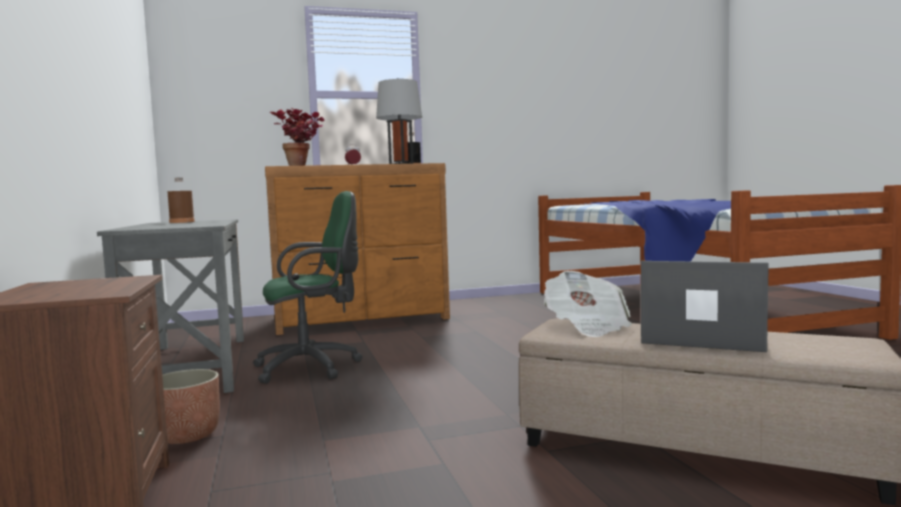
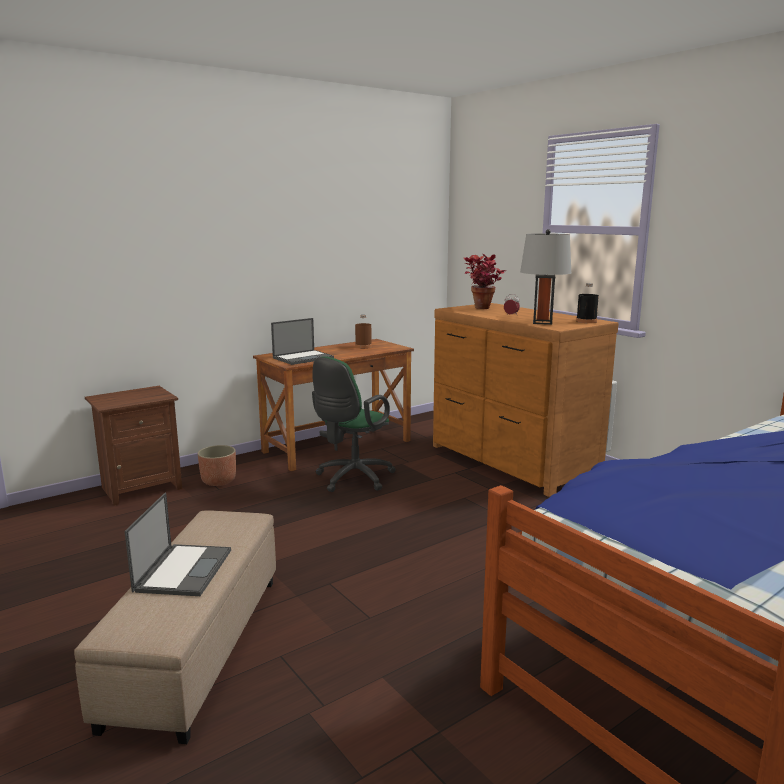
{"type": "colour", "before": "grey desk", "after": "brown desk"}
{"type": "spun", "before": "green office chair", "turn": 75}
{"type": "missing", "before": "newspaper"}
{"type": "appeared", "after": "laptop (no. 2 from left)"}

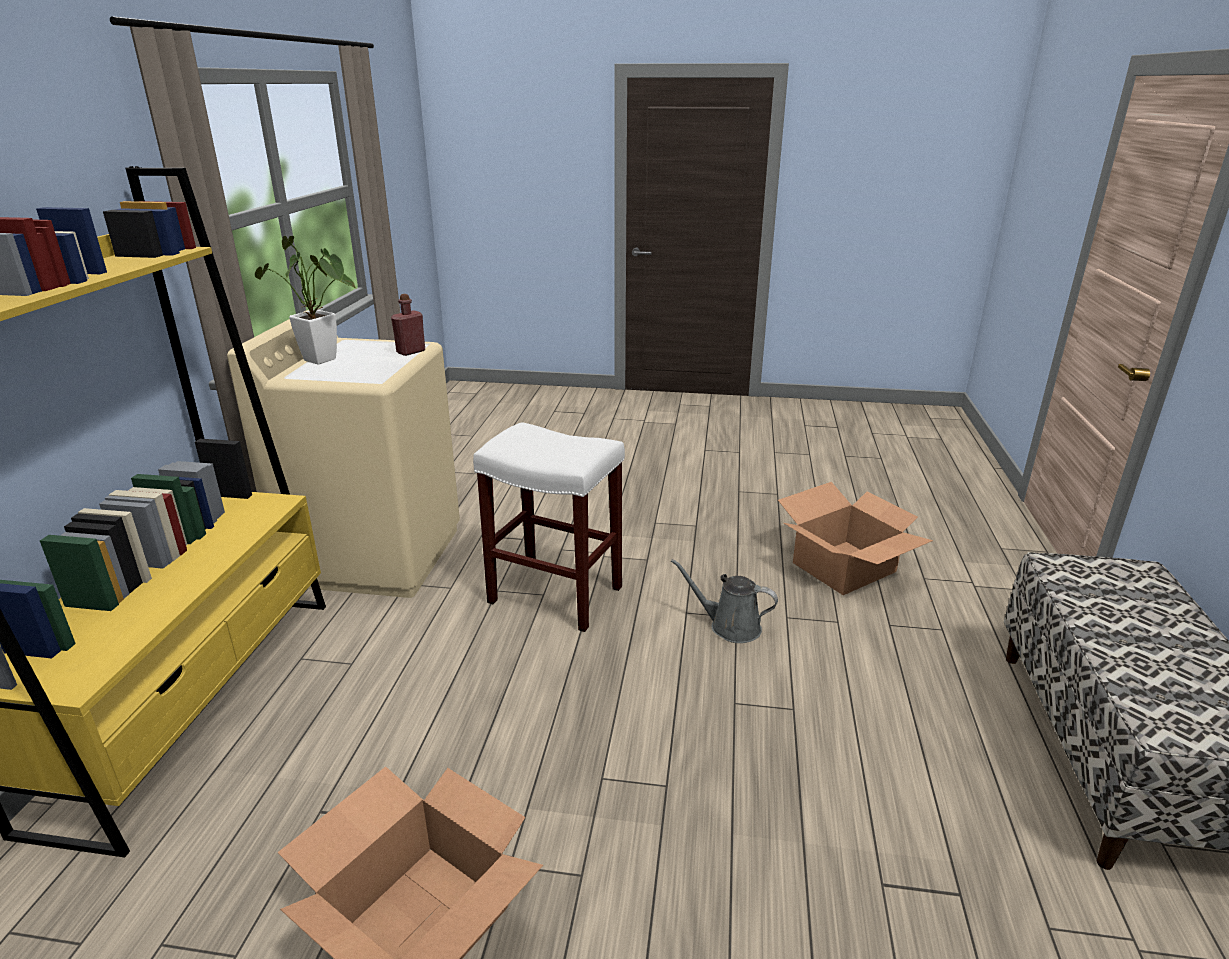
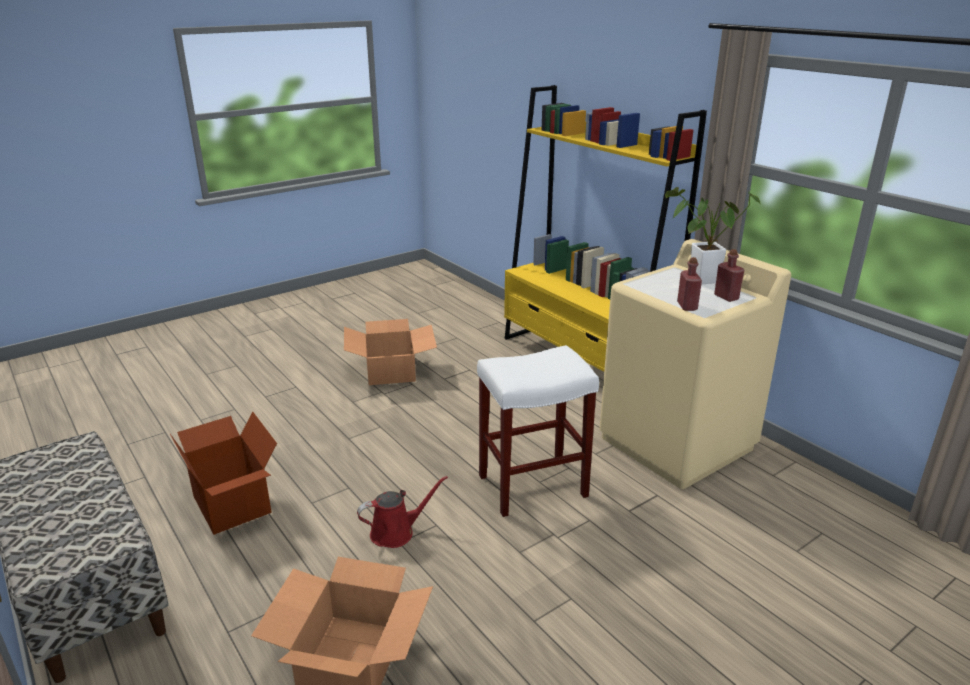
{"type": "colour", "before": "grey watering can", "after": "red watering can"}
{"type": "appeared", "after": "cardboard box (no. 1 from left)"}
{"type": "appeared", "after": "red bottle (no. 2 from left)"}

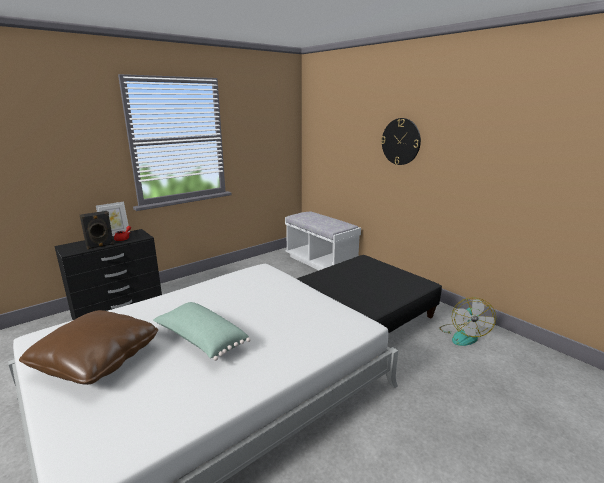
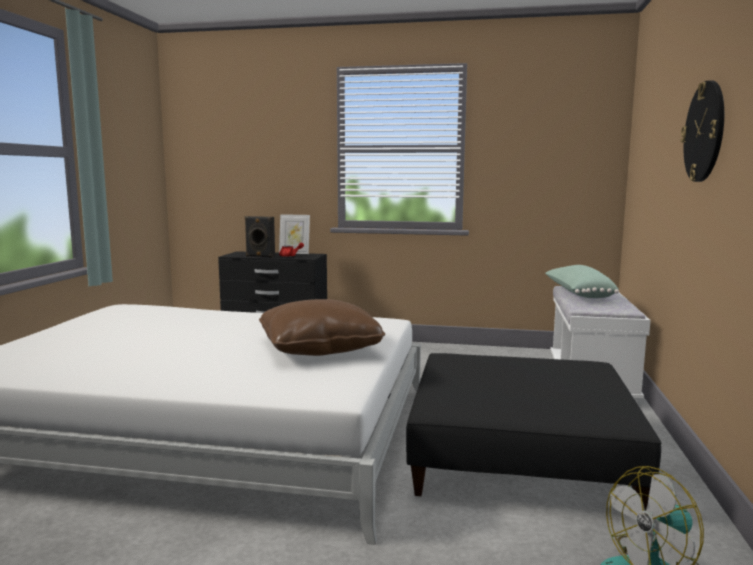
{"type": "relocated", "before": "brown pillow"}
{"type": "relocated", "before": "green pillow"}

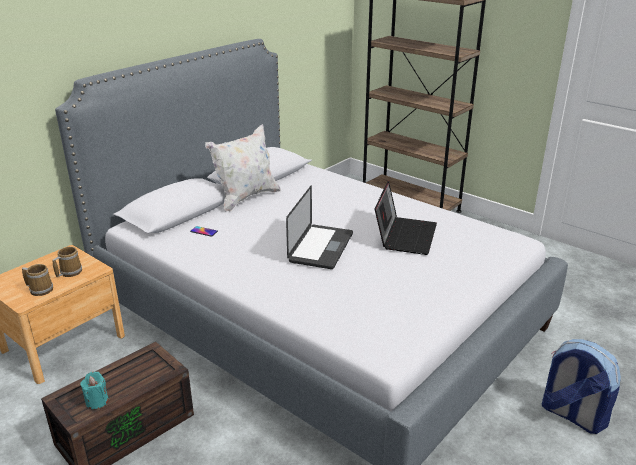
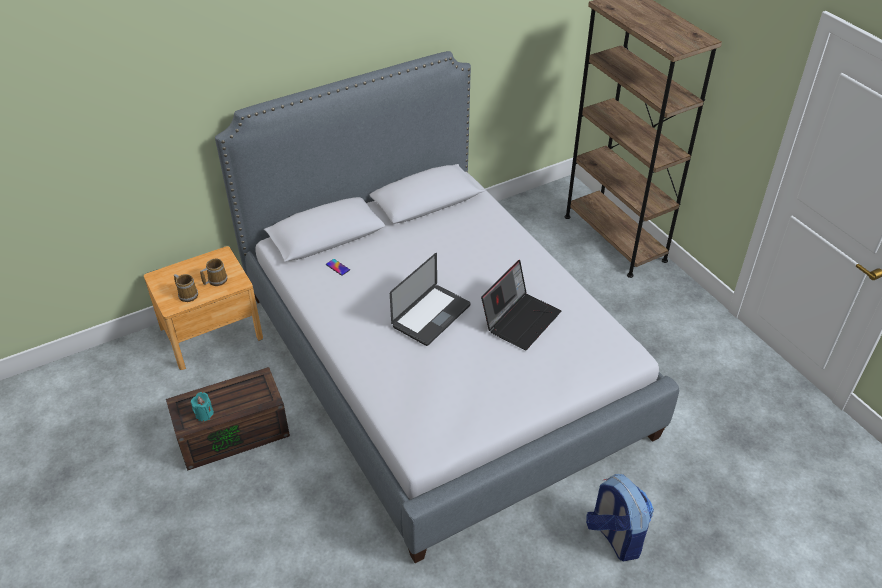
{"type": "missing", "before": "white pillow"}

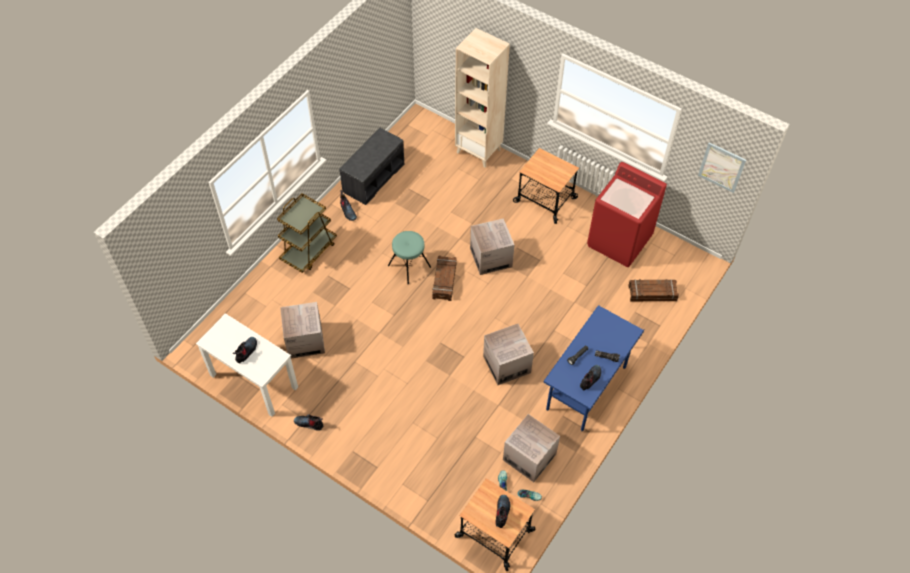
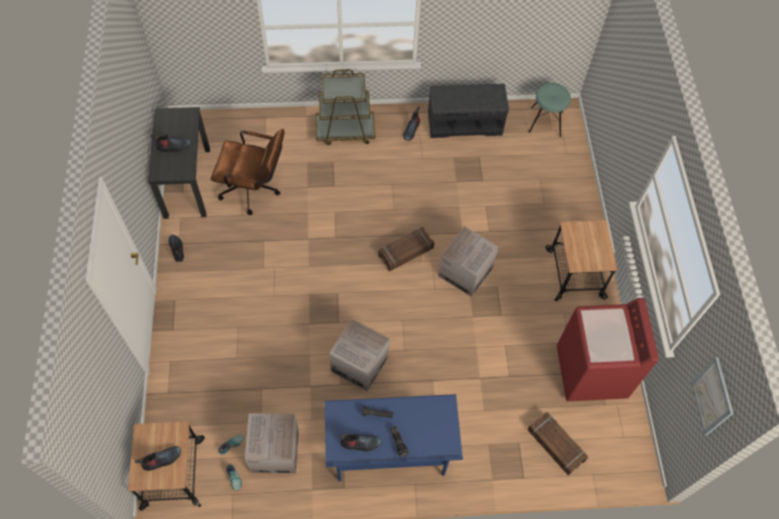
{"type": "colour", "before": "white desk", "after": "black desk"}
{"type": "exchanged", "before": "cardboard box (no. 1 from left)", "after": "brown office chair"}
{"type": "relocated", "before": "turquoise stool"}
{"type": "missing", "before": "beige bookcase"}

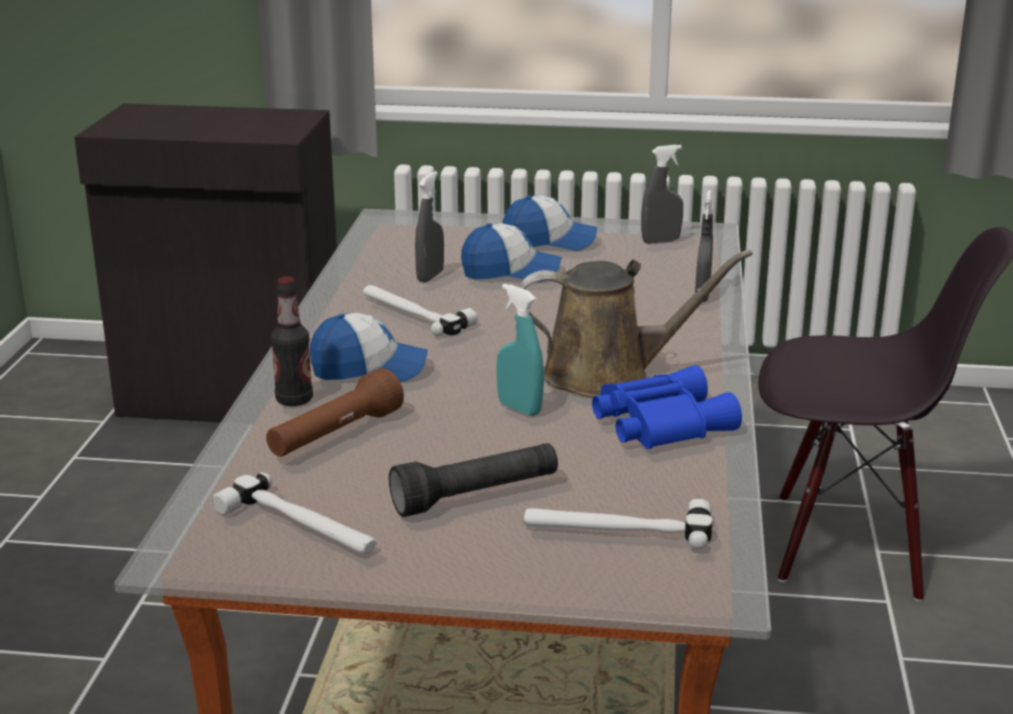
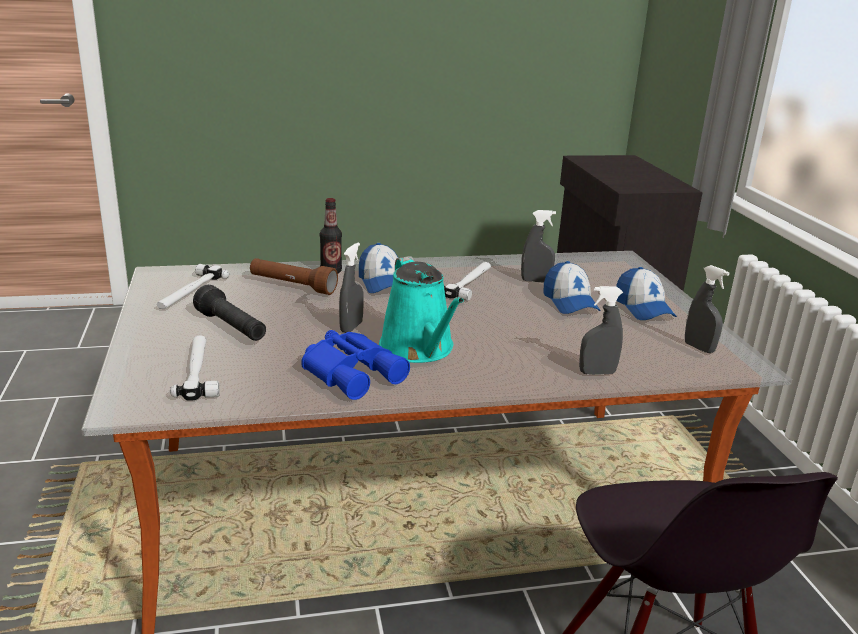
{"type": "colour", "before": "turquoise spray bottle", "after": "grey spray bottle (no. 1 from left)"}
{"type": "colour", "before": "brown watering can", "after": "turquoise watering can"}

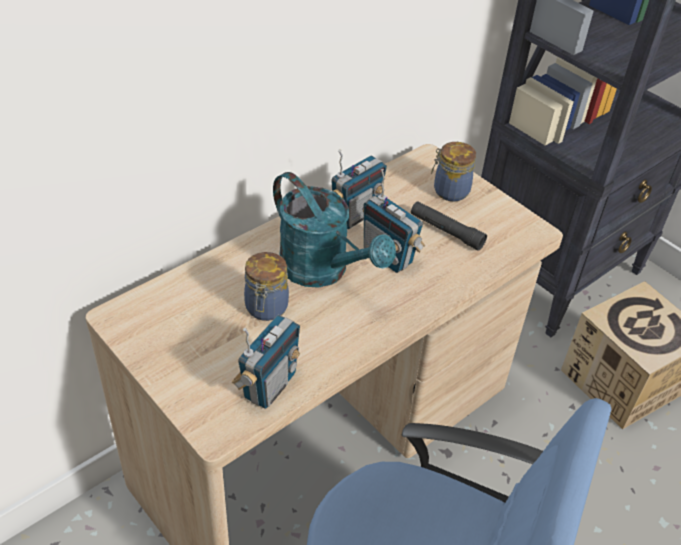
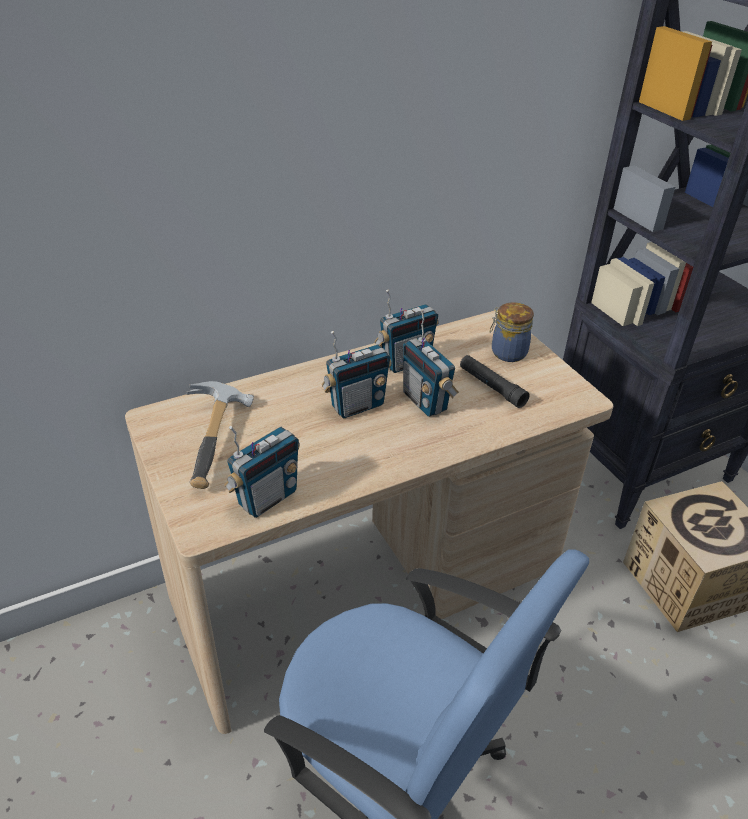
{"type": "missing", "before": "jar (no. 1 from left)"}
{"type": "exchanged", "before": "turquoise watering can", "after": "radio (no. 2 from left)"}
{"type": "appeared", "after": "hammer"}

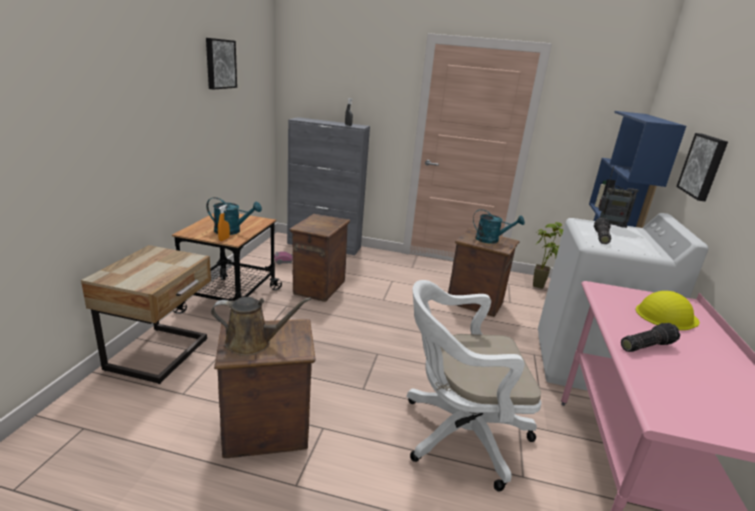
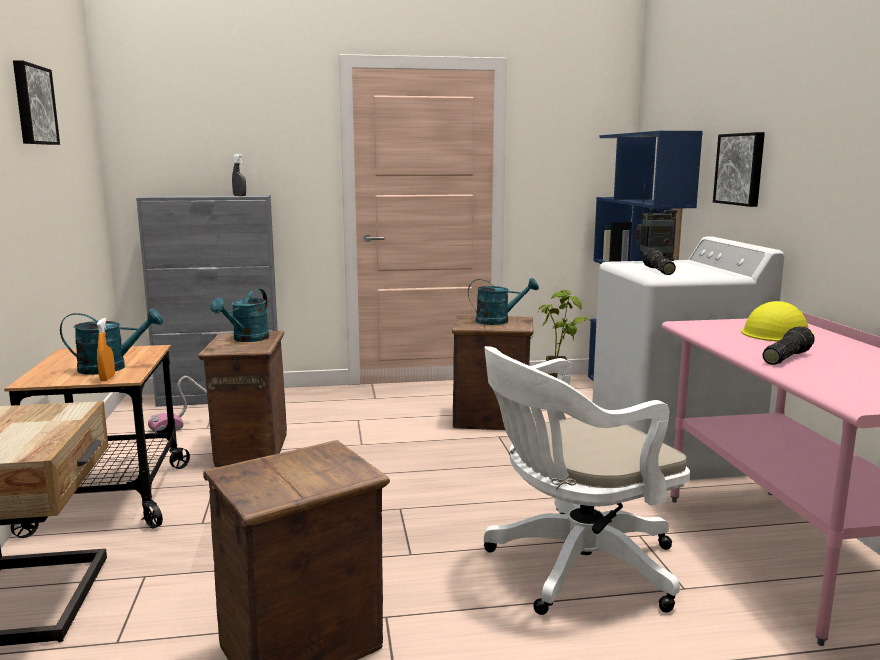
{"type": "missing", "before": "brown watering can"}
{"type": "appeared", "after": "turquoise watering can (no. 2 from left)"}

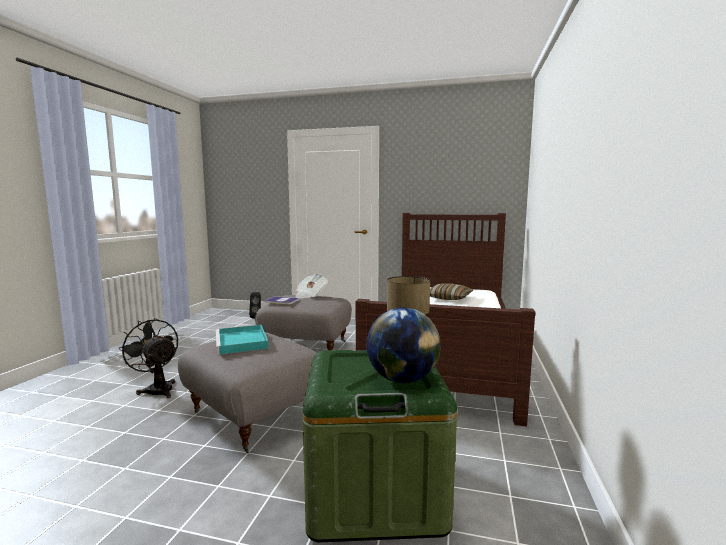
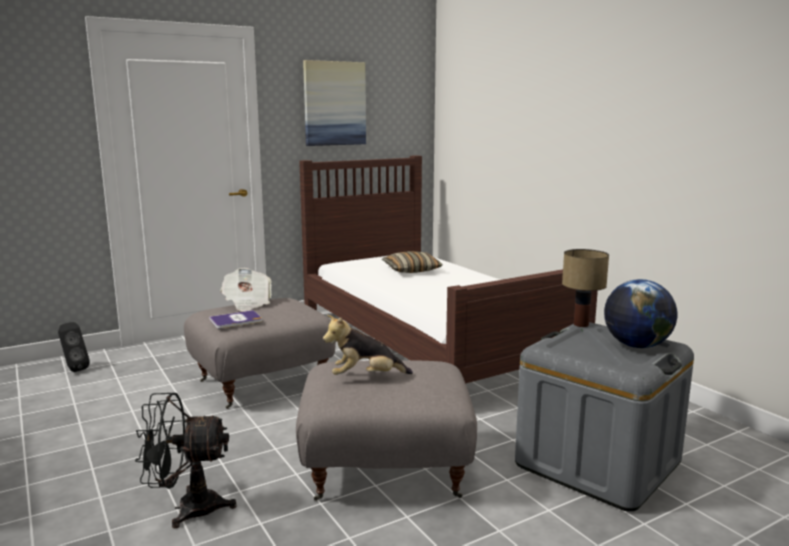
{"type": "exchanged", "before": "turquoise tray", "after": "plush toy"}
{"type": "colour", "before": "green storage box", "after": "grey storage box"}
{"type": "appeared", "after": "picture"}

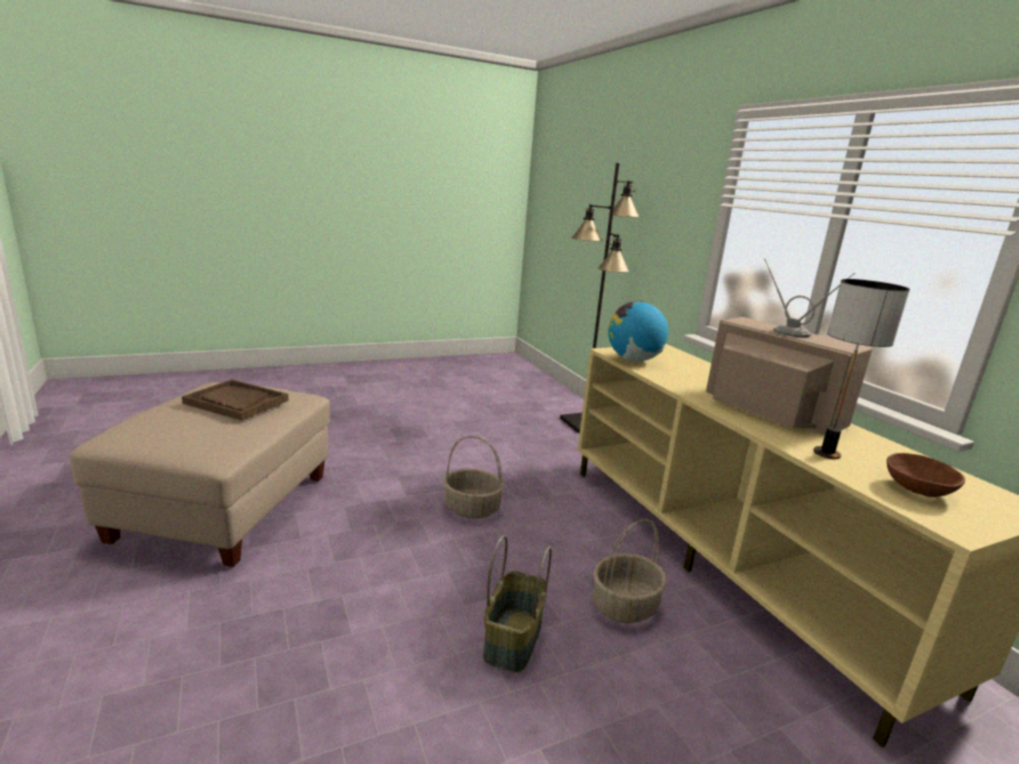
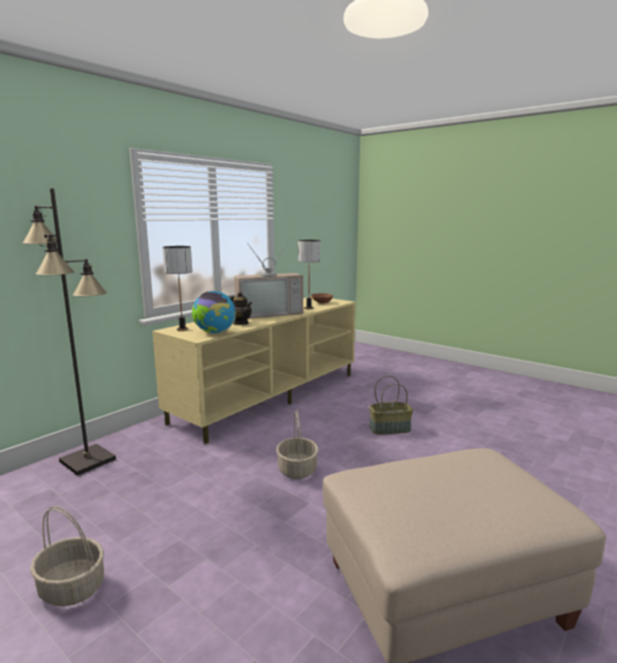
{"type": "missing", "before": "brown tray"}
{"type": "relocated", "before": "basket (no. 3 from left in the first image)", "after": "basket (no. 1 from left)"}
{"type": "spun", "before": "television", "turn": -135}
{"type": "appeared", "after": "table lamp (no. 1 from left)"}
{"type": "appeared", "after": "teapot"}

